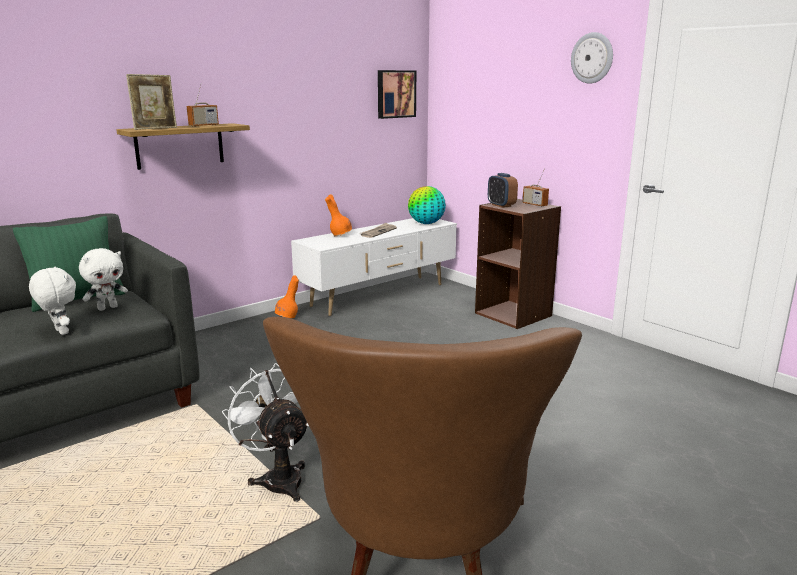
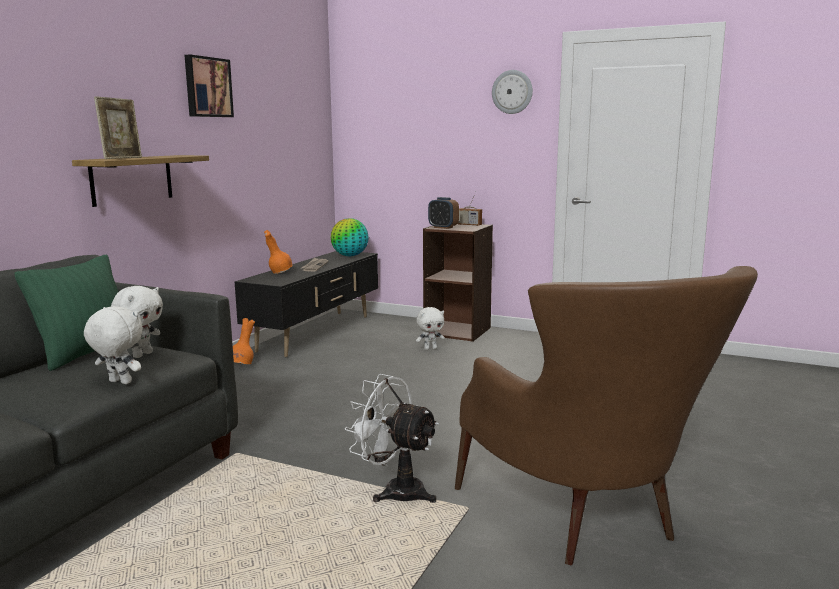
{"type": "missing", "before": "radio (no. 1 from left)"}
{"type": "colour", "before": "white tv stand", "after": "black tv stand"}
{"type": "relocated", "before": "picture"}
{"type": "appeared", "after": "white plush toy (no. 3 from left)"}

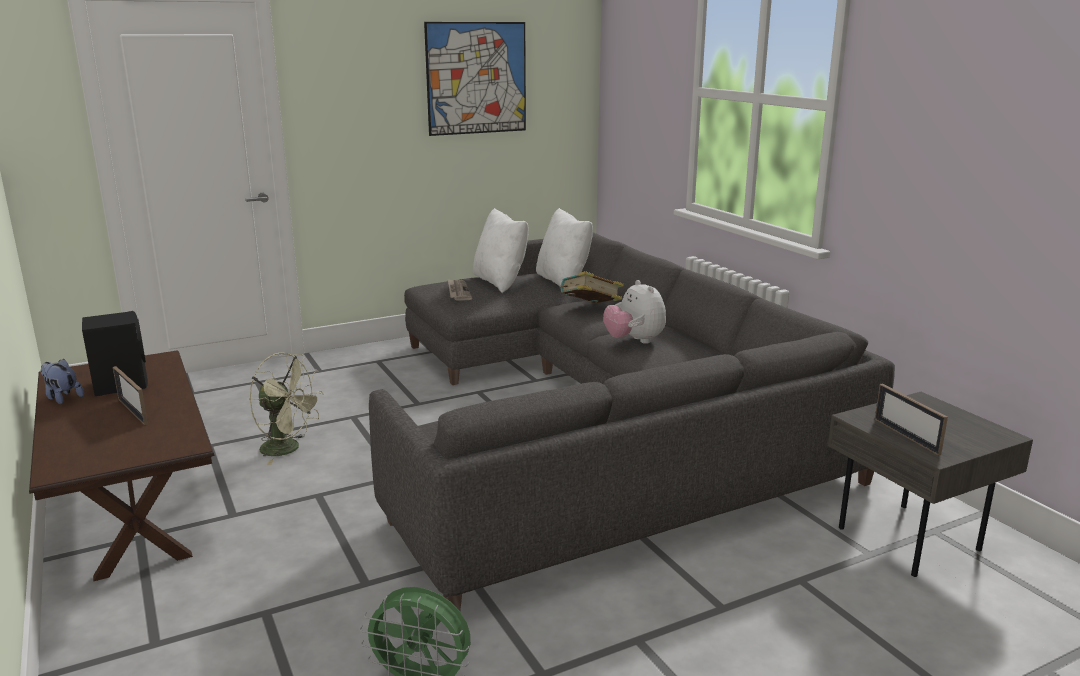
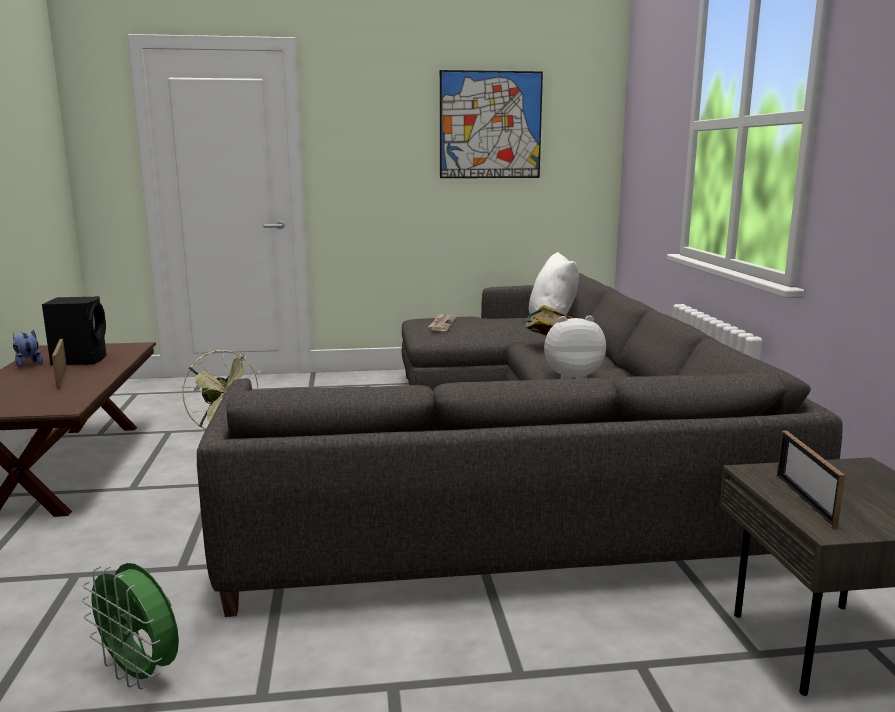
{"type": "missing", "before": "white pillow (no. 1 from left)"}
{"type": "spun", "before": "plush toy (no. 2 from left)", "turn": 90}

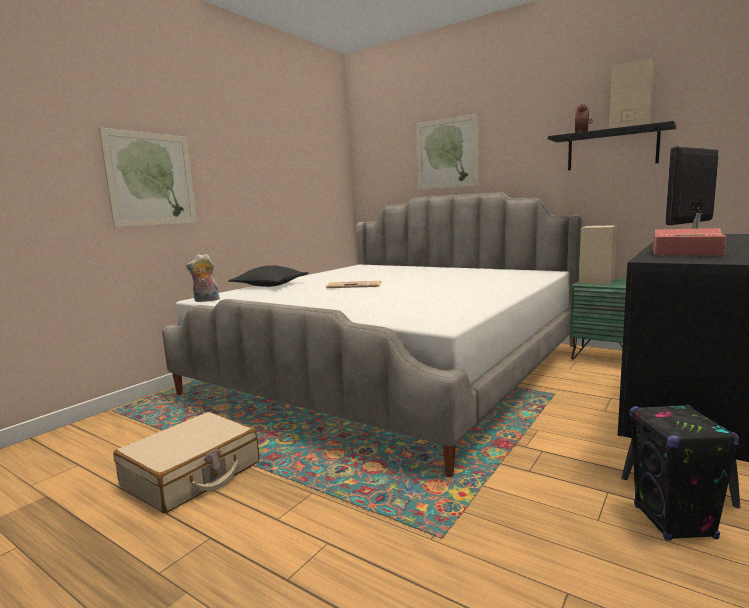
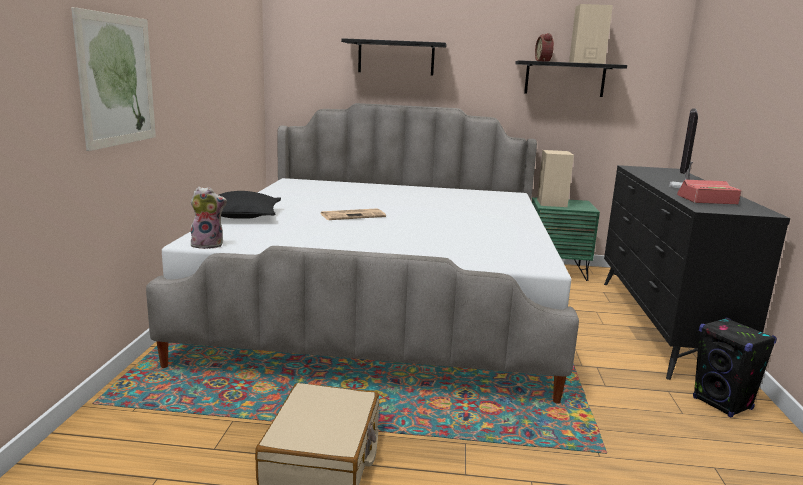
{"type": "spun", "before": "plush toy", "turn": -150}
{"type": "exchanged", "before": "picture (no. 2 from left)", "after": "black shelf (no. 1 from left)"}

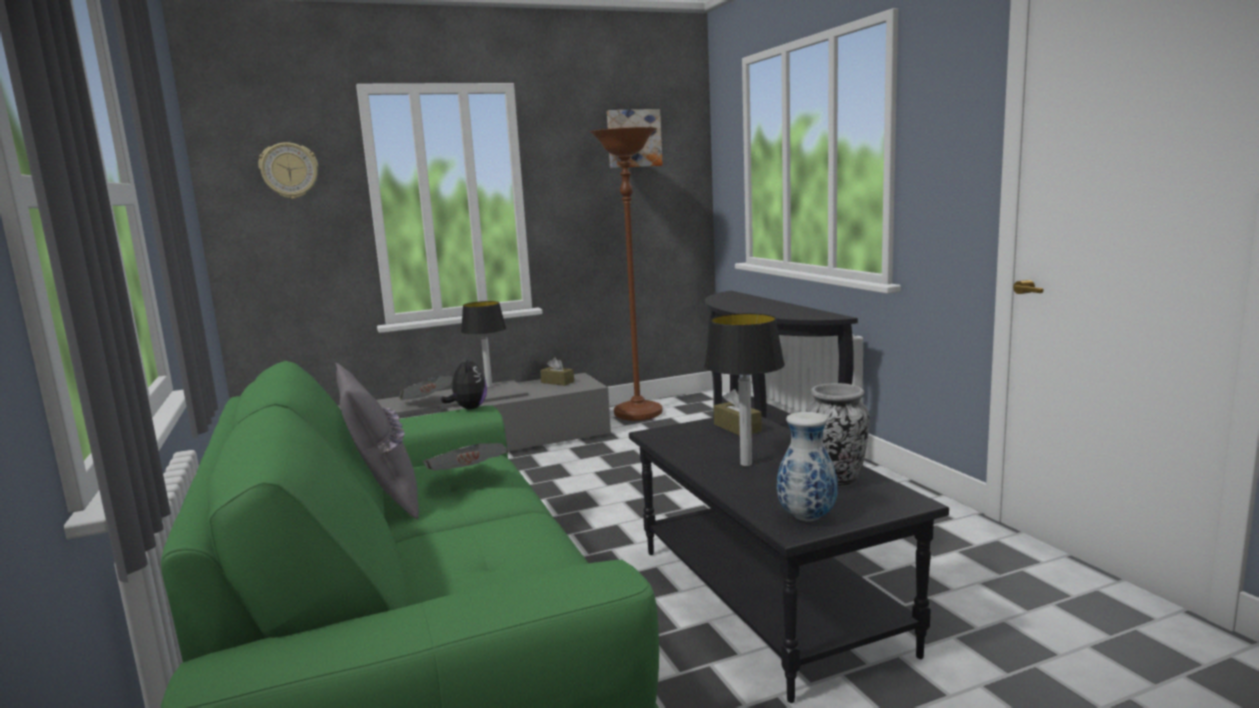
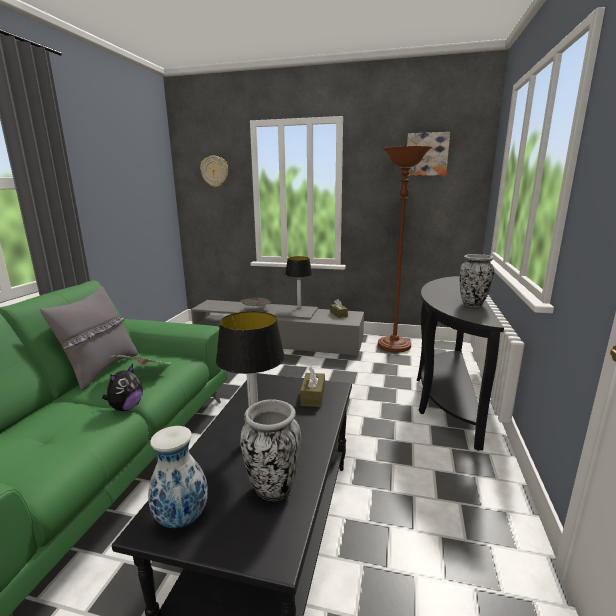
{"type": "relocated", "before": "plush toy"}
{"type": "appeared", "after": "vase (no. 3 from left)"}

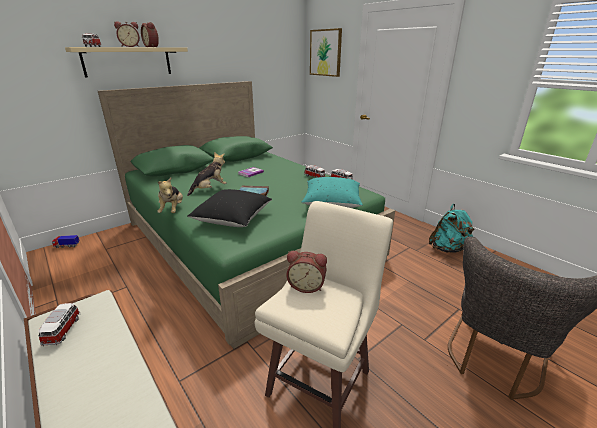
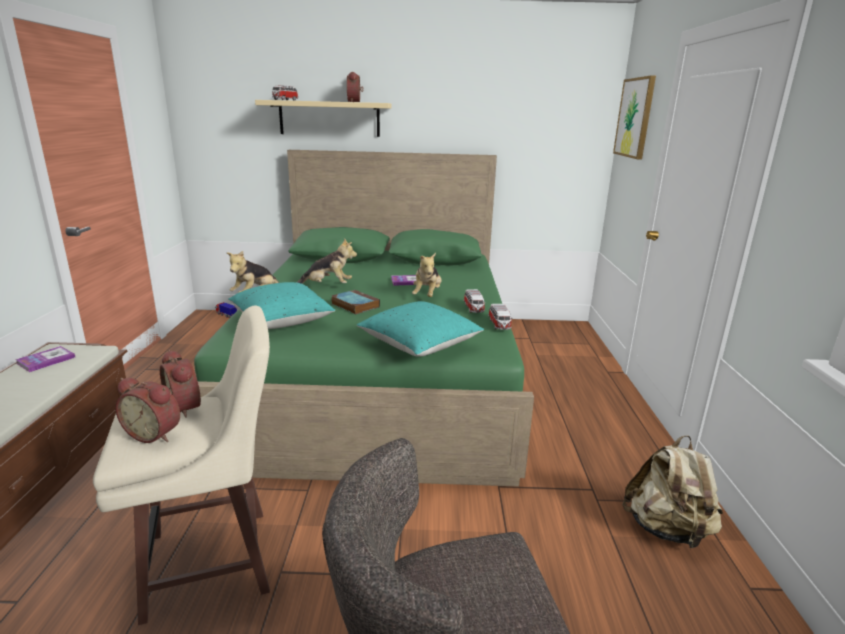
{"type": "exchanged", "before": "toy car (no. 1 from left)", "after": "book (no. 1 from left)"}
{"type": "relocated", "before": "alarm clock (no. 1 from left)"}
{"type": "colour", "before": "black pillow", "after": "turquoise pillow (no. 1 from left)"}
{"type": "colour", "before": "turquoise backpack", "after": "beige backpack"}
{"type": "appeared", "after": "plush toy (no. 3 from left)"}

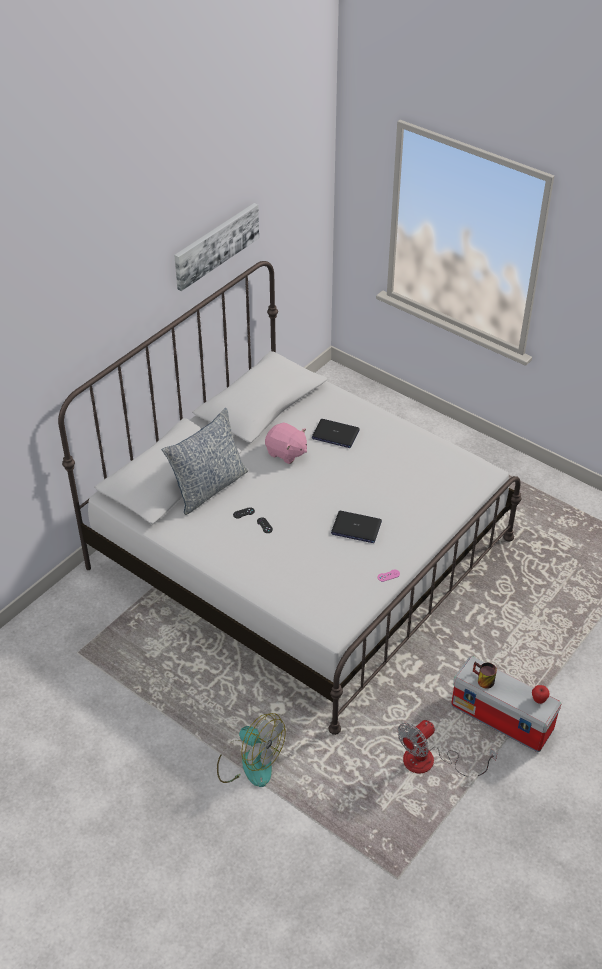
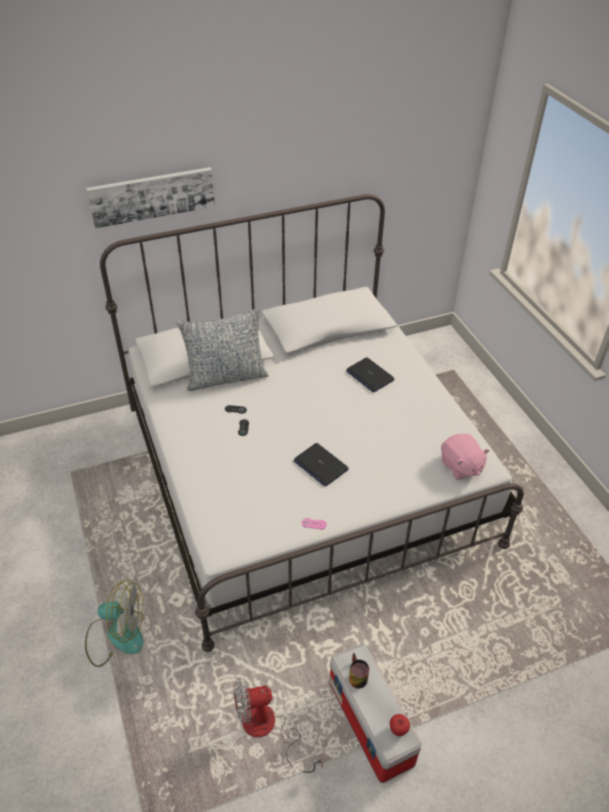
{"type": "relocated", "before": "picture"}
{"type": "spun", "before": "fan (no. 1 from left)", "turn": -60}
{"type": "relocated", "before": "pink plush toy"}

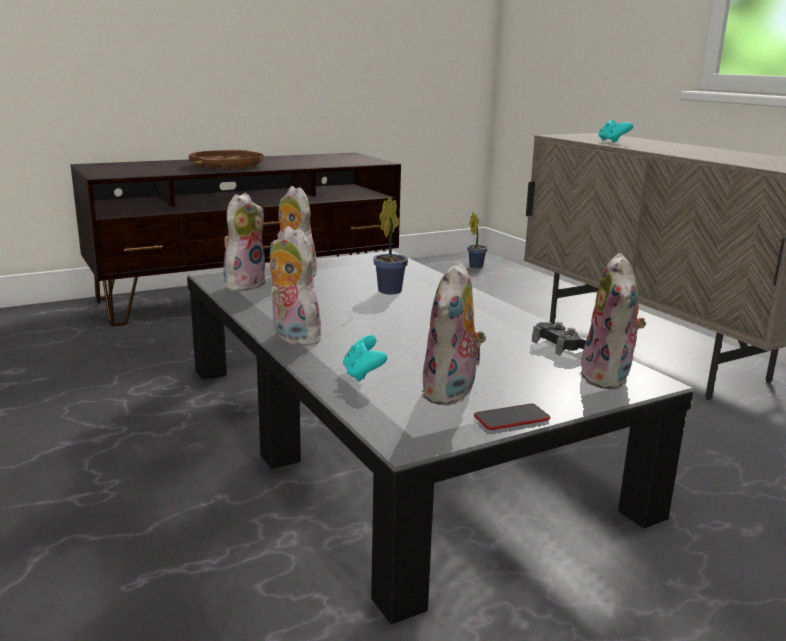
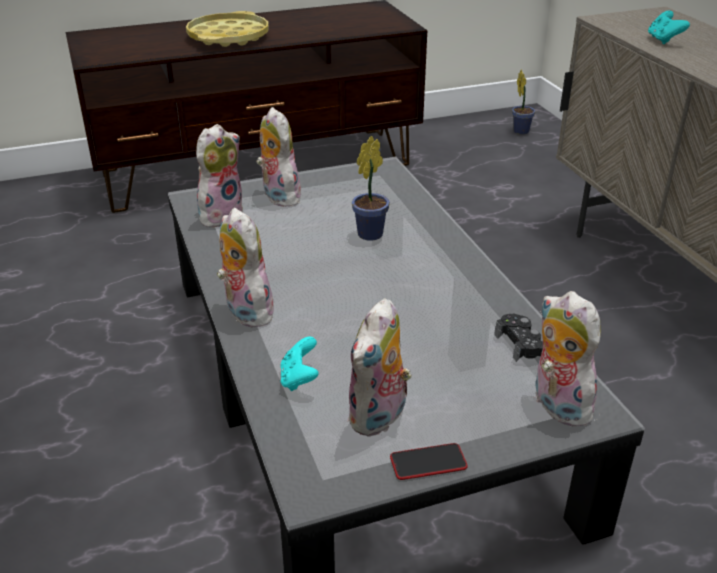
{"type": "colour", "before": "brown tray", "after": "yellow tray"}
{"type": "spun", "before": "plush toy (no. 5 from left)", "turn": 135}

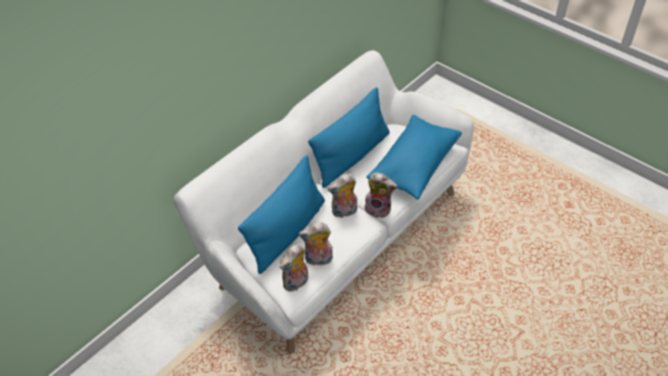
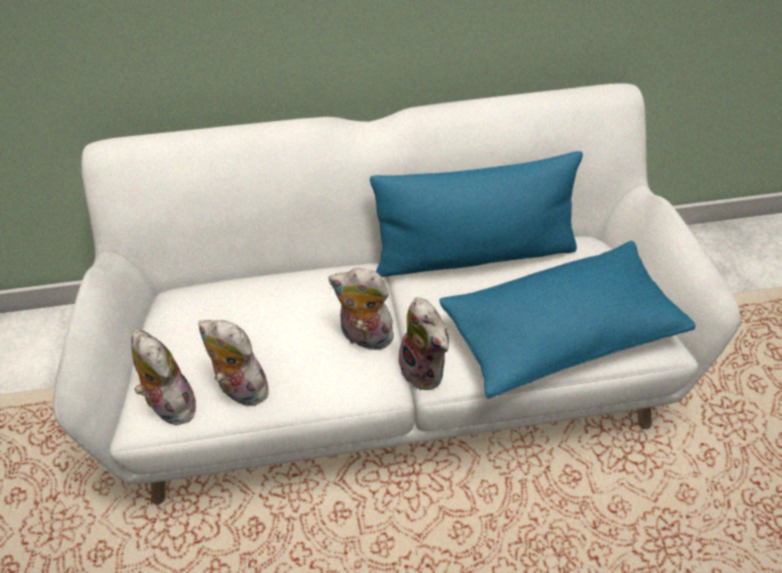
{"type": "missing", "before": "blue pillow (no. 1 from left)"}
{"type": "spun", "before": "plush toy (no. 1 from left)", "turn": 60}

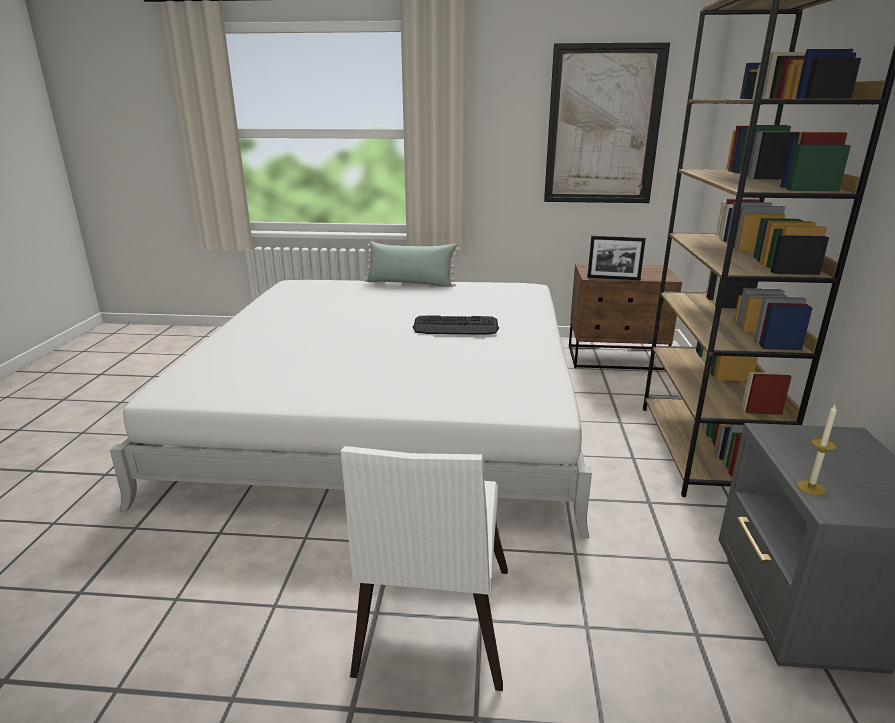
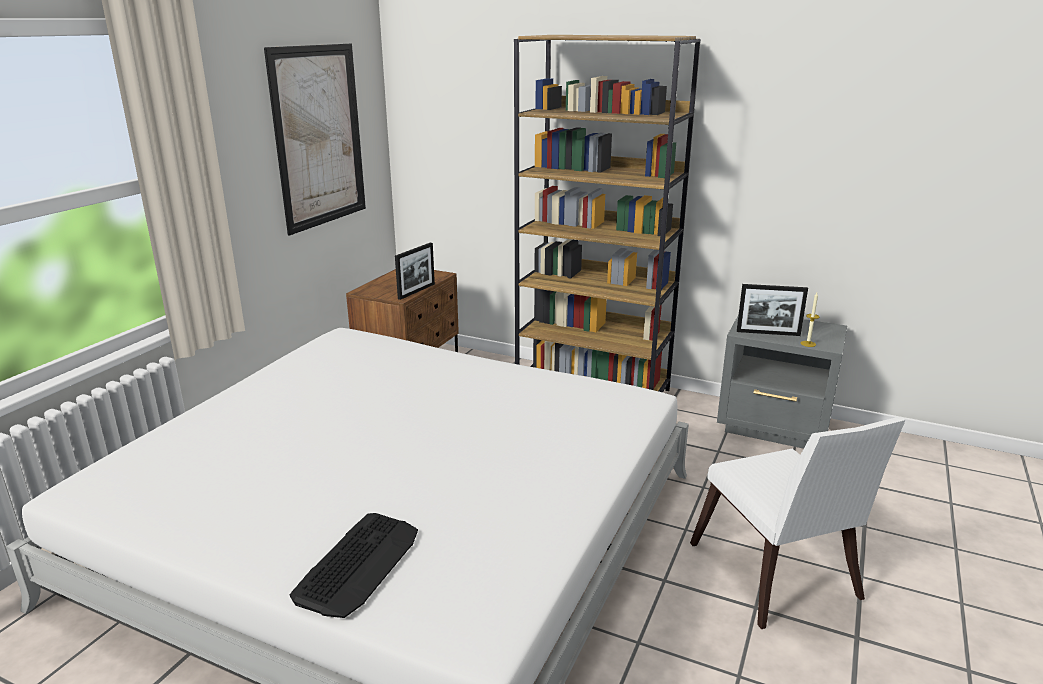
{"type": "spun", "before": "white chair", "turn": 45}
{"type": "missing", "before": "green pillow"}
{"type": "relocated", "before": "keyboard"}
{"type": "appeared", "after": "picture frame (no. 2 from left)"}

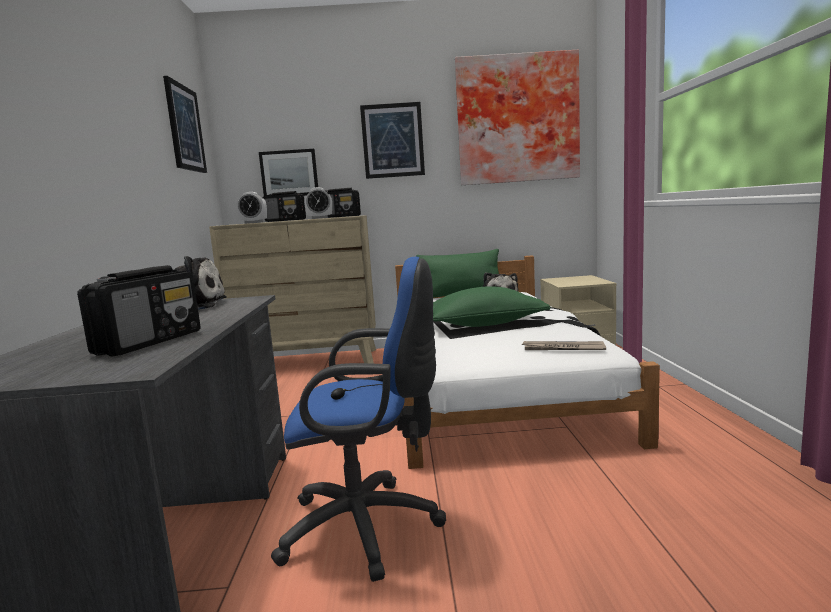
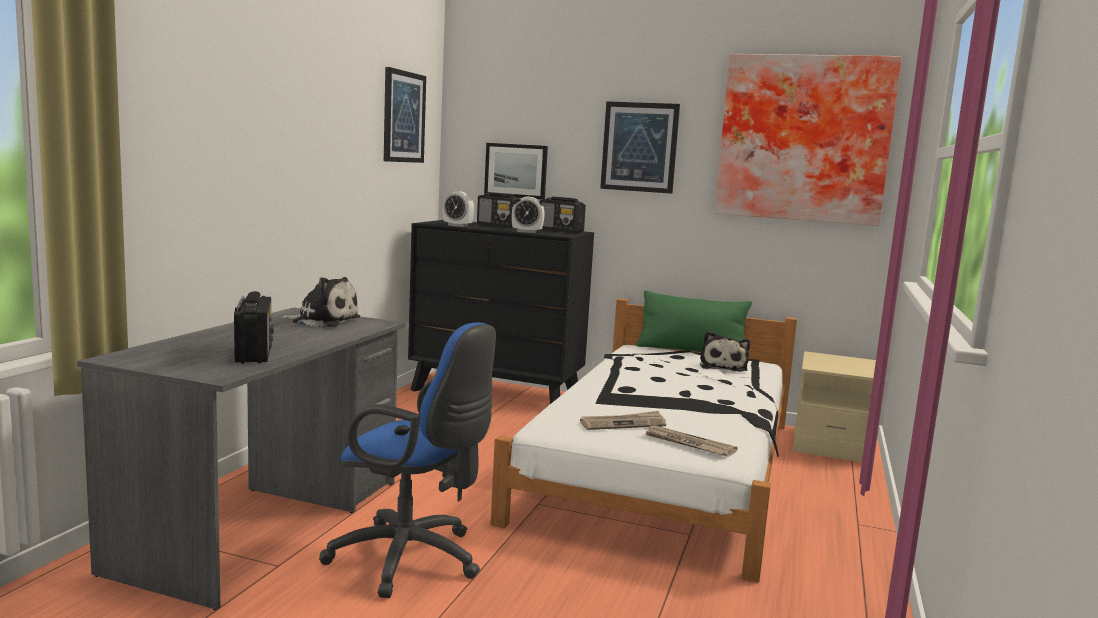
{"type": "spun", "before": "radio (no. 1 from left)", "turn": -60}
{"type": "colour", "before": "beige dresser", "after": "black dresser"}
{"type": "missing", "before": "green pillow (no. 2 from left)"}
{"type": "appeared", "after": "newspaper (no. 1 from left)"}

